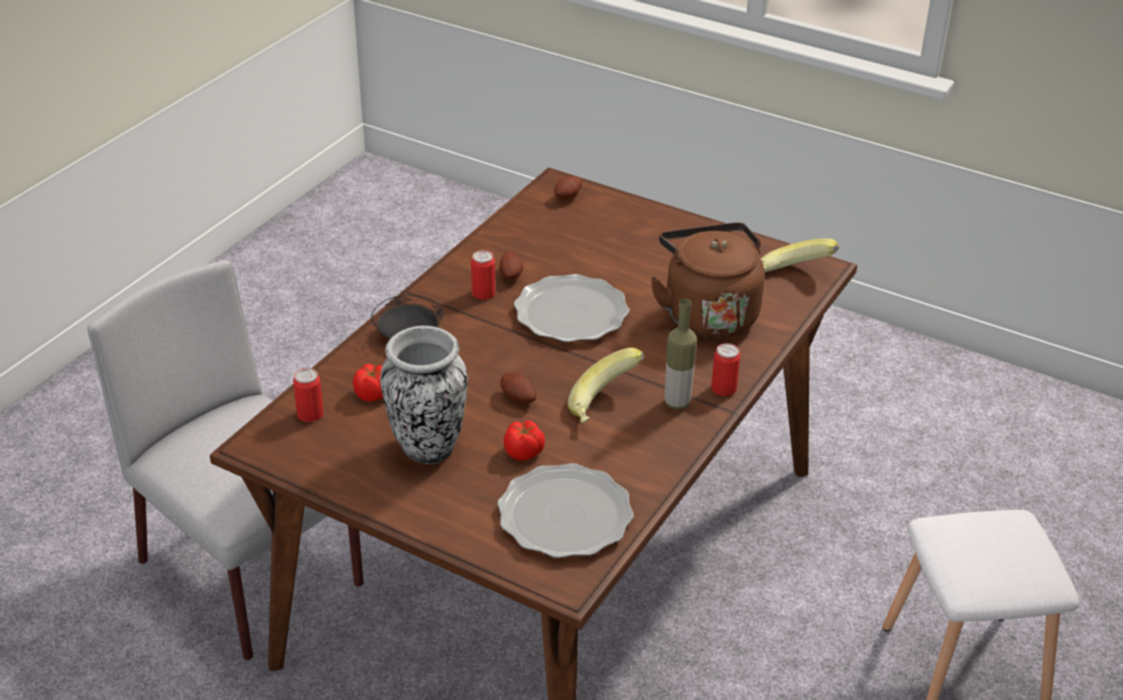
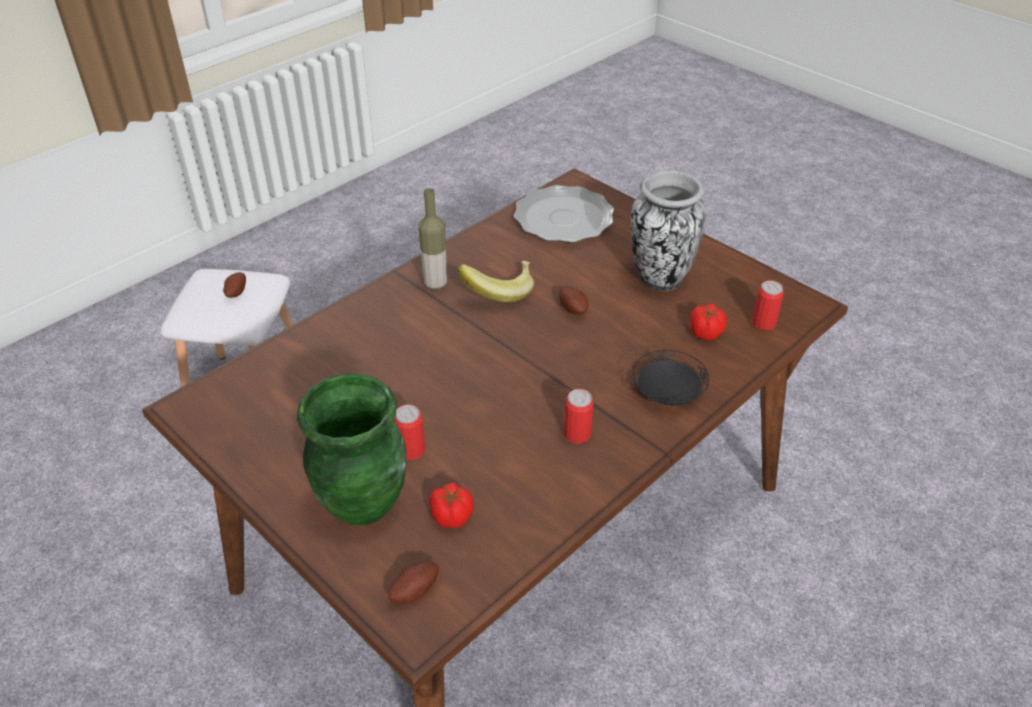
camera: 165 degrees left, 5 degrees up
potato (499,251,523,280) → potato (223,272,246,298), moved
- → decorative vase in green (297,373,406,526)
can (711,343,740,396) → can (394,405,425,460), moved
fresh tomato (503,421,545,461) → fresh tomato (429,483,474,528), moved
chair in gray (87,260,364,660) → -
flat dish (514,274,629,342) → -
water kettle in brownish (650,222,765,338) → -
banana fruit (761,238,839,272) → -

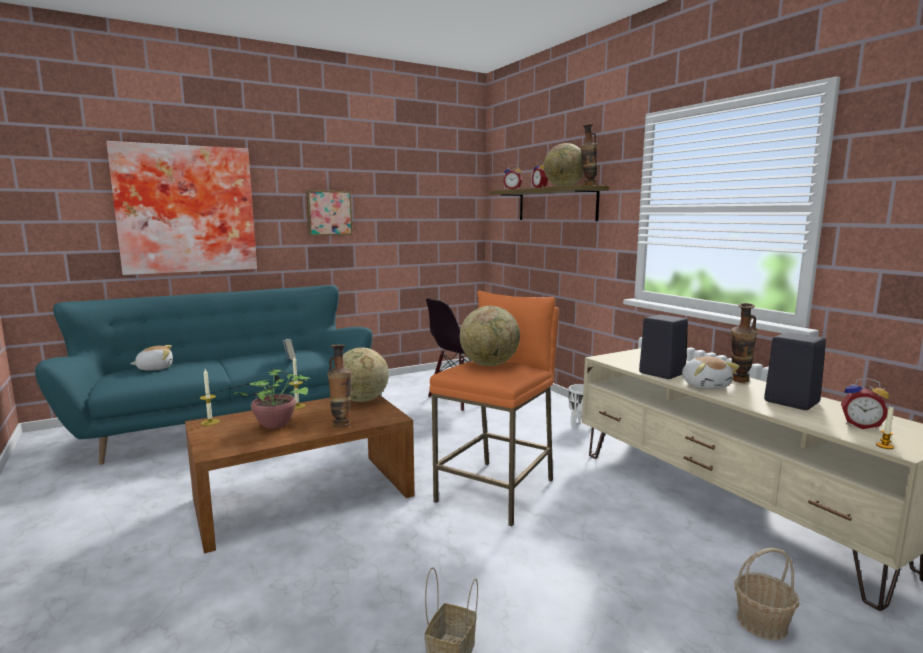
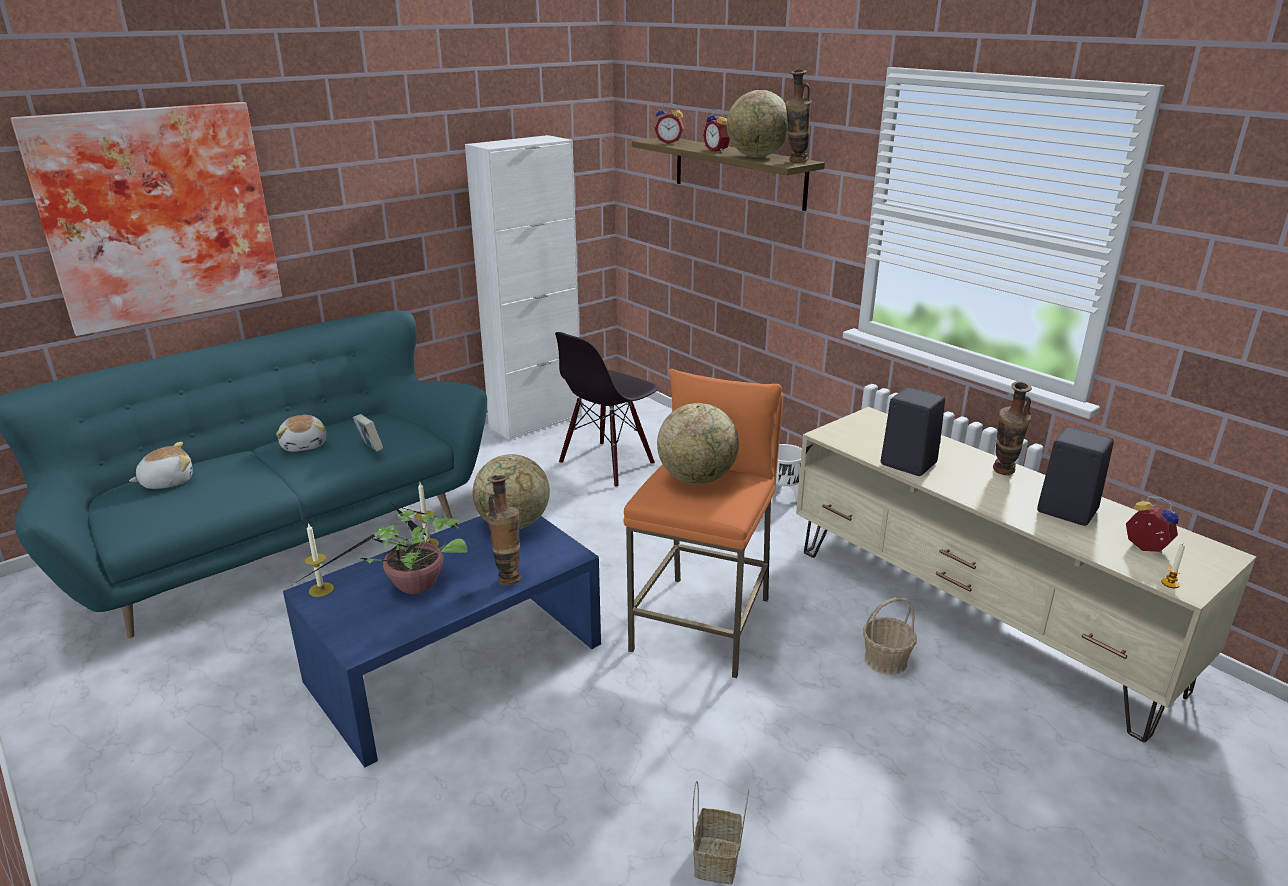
camera: 10 degrees left, 15 degrees up
plush toy (682,357,739,389) → plush toy (276,415,326,452), moved
lounge table in brownish (185,395,415,554) → lounge table in blue (283,516,601,767)
- → cabinet in white-coloured (465,135,582,441)
storage basket (735,547,799,640) → storage basket (863,597,917,675), moved
alarm clock (841,378,889,429) → alarm clock (1126,496,1179,554), 150 degrees counterclockwise
wall picture (306,190,352,236) → -

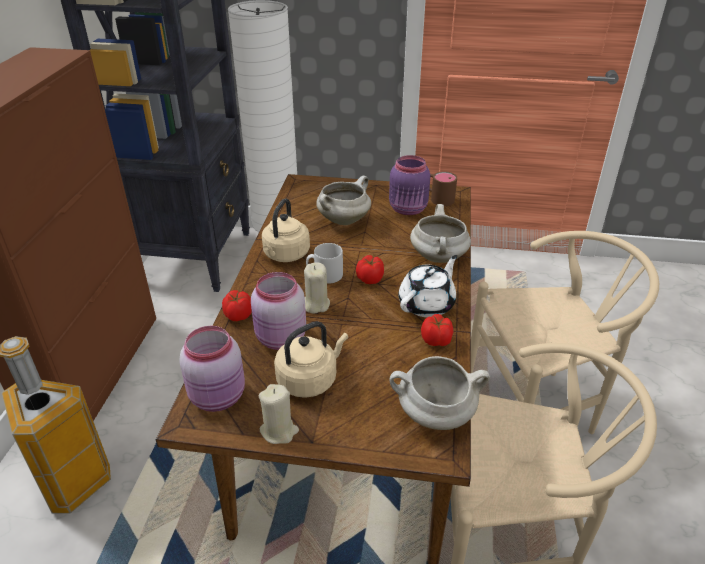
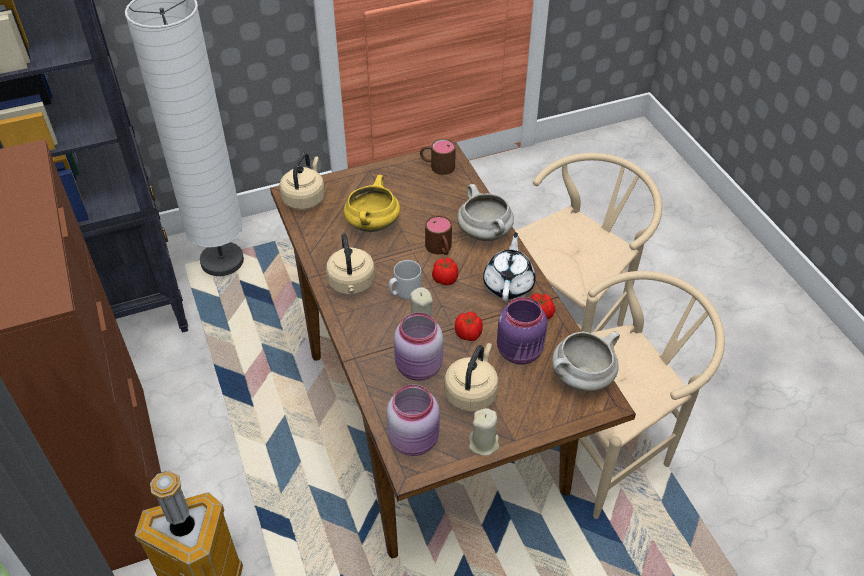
camera: 30 degrees left, 10 degrees up
- → water kettle in beige (280,153,325,210)
stockpot in white-coloured (316,175,371,225) → stockpot in yellow-coloured (344,175,400,232)
- → mug in brownish (425,215,452,255)
fresh tomato (222,290,252,321) → fresh tomato (455,312,483,341), moved
jar in purple (389,155,430,215) → jar in purple (497,297,547,364), moved

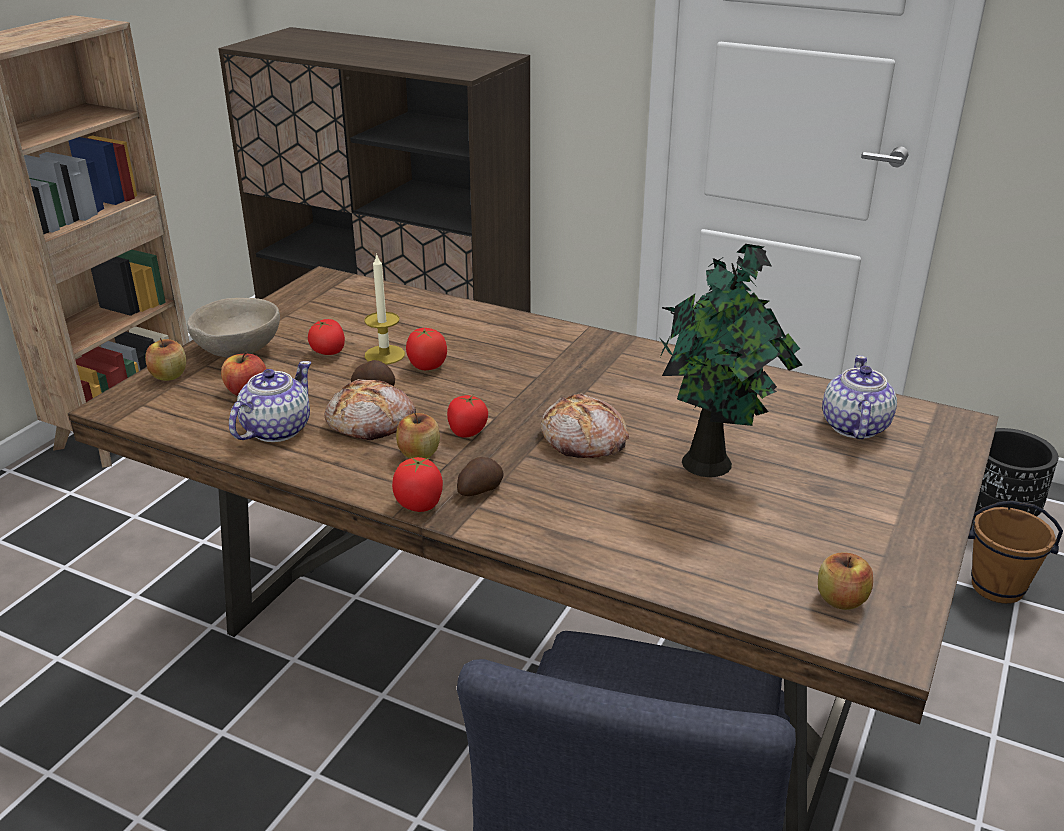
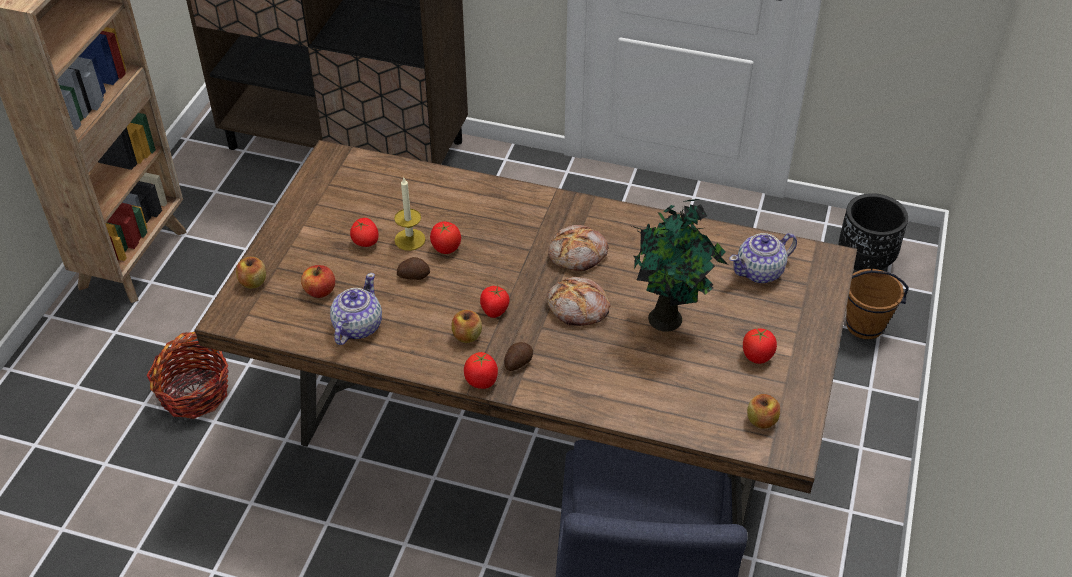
camera: 10 degrees left, 15 degrees up
- → storage basket (147,332,229,419)
baked bread (324,379,416,441) → baked bread (548,225,609,271), moved
pot for tea (822,355,897,439) → pot for tea (729,233,797,283), 120 degrees counterclockwise
- → fresh tomato (743,328,777,364)
deep dish in beige (187,298,280,358) → -

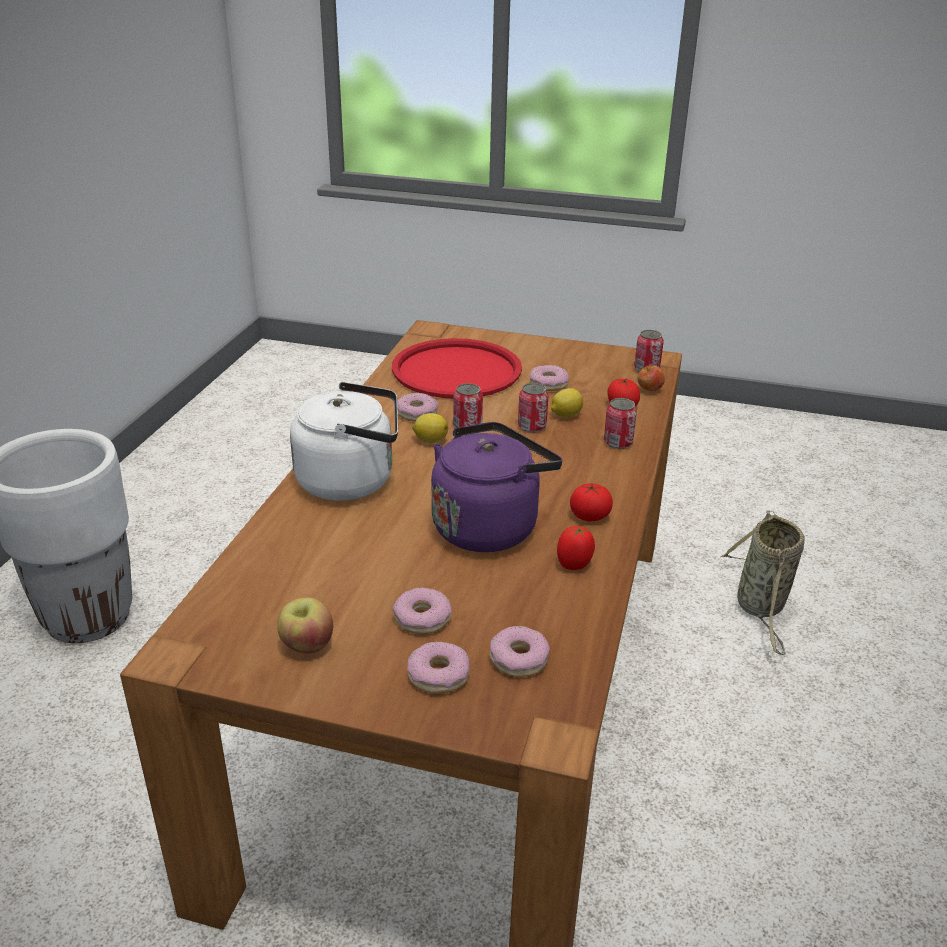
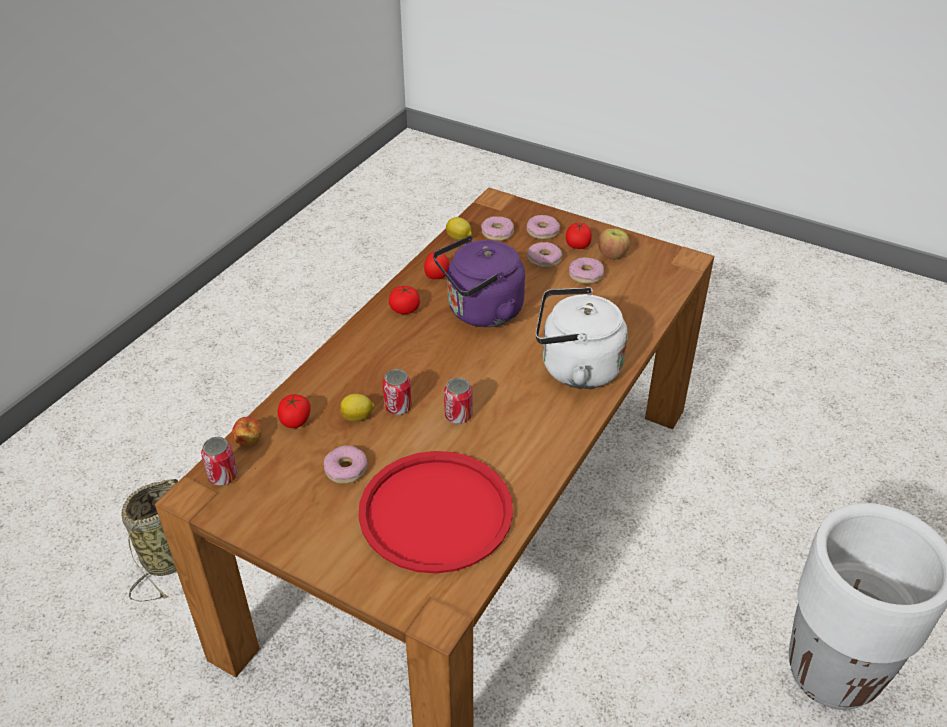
camera: 165 degrees left, 10 degrees up
lemon (412,413,448,443) → lemon (446,217,472,241), moved
- → fresh tomato (566,223,592,249)
ring doughnut (397,393,439,421) → ring doughnut (569,257,604,284), moved
can (604,398,637,449) → -

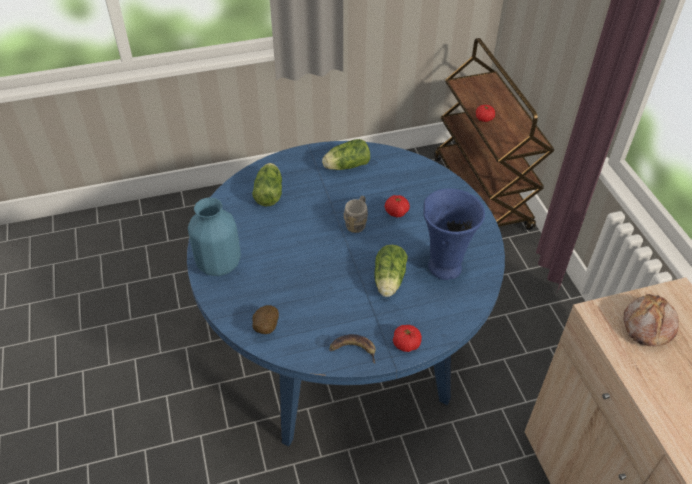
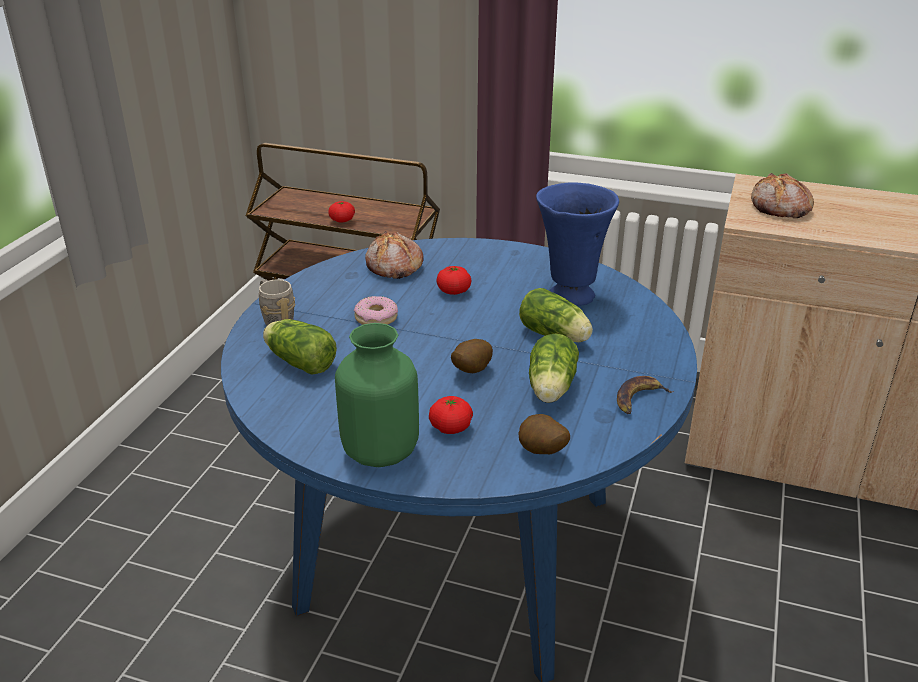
camera: 55 degrees left, 15 degrees down
mug in gray (344,196,368,233) → mug in gray (259,279,295,326), moved
decorative vase in blue (188,197,241,276) → decorative vase in green (335,323,419,467)
- → ring doughnut (354,296,398,325)
- → baked bread (365,231,424,279)
fresh tomato (393,325,422,352) → fresh tomato (429,396,473,434), moved
- → potato (451,339,493,373)
lettuce (322,139,370,170) → lettuce (529,334,579,403), moved

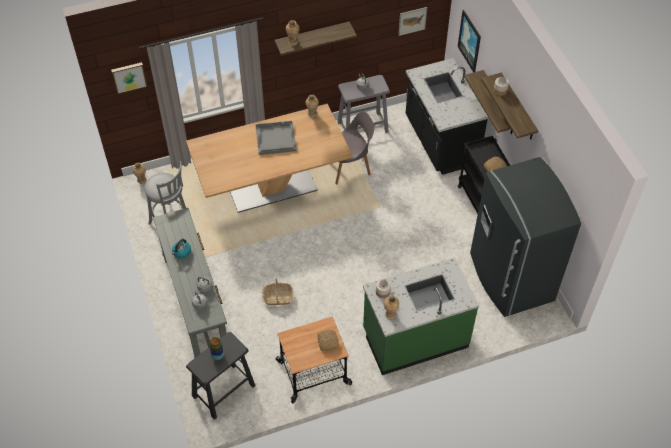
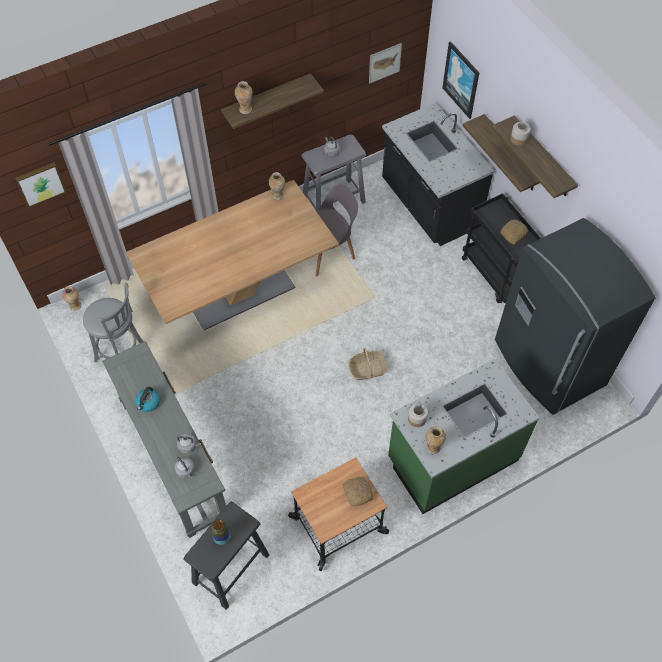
camera: 10 degrees left, 5 degrees up
storage basket (262,278,294,305) → storage basket (348,348,388,380), moved
serving tray in gray (255,121,297,155) → -

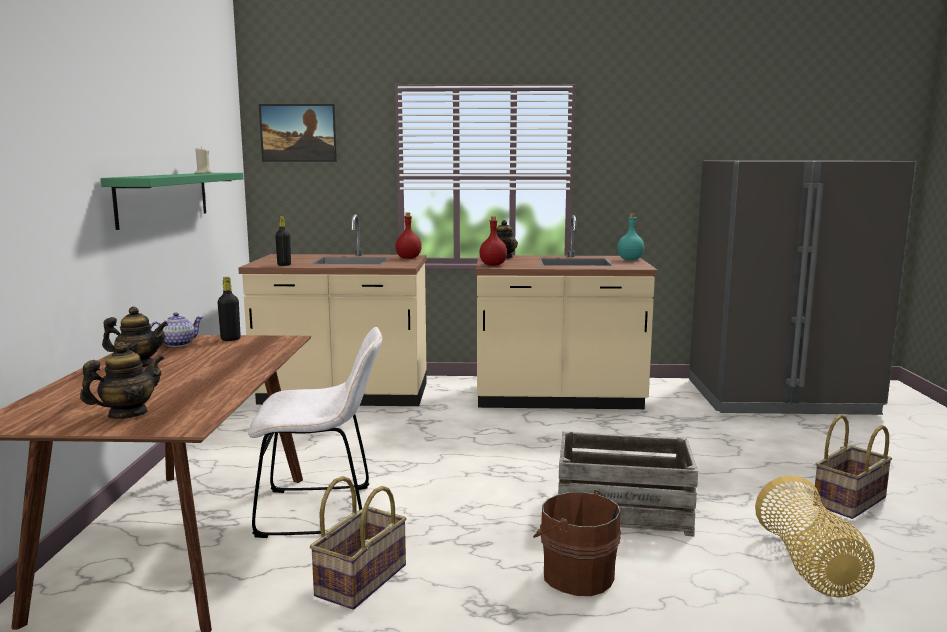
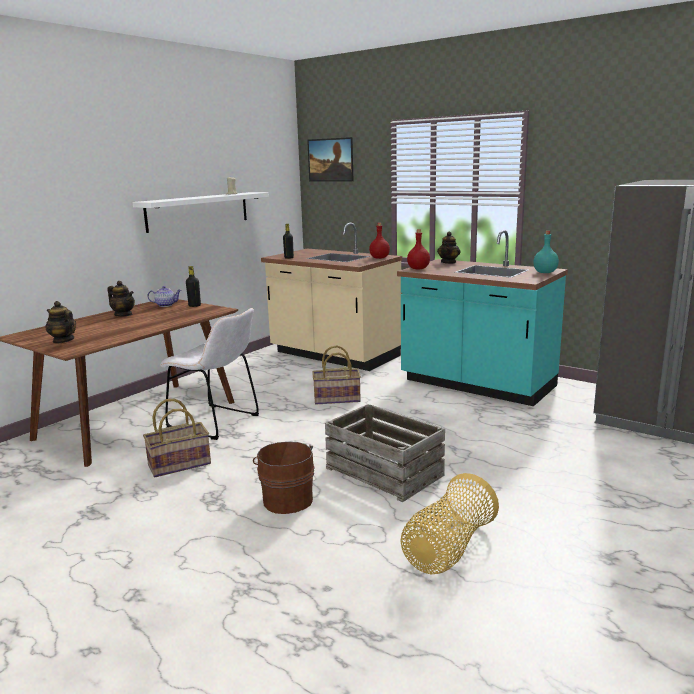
camera: 35 degrees right, 5 degrees up
pot for tea (80,342,164,419) → pot for tea (45,301,76,343), 135 degrees counterclockwise
wall shelf in green (101,173,244,230) → wall shelf in white-coloured (132,192,269,233)
storage basket (813,415,892,519) → storage basket (312,345,361,404), moved
kitchen counter in beige (476,215,658,409) → kitchen counter in blue-green (397,230,568,406)

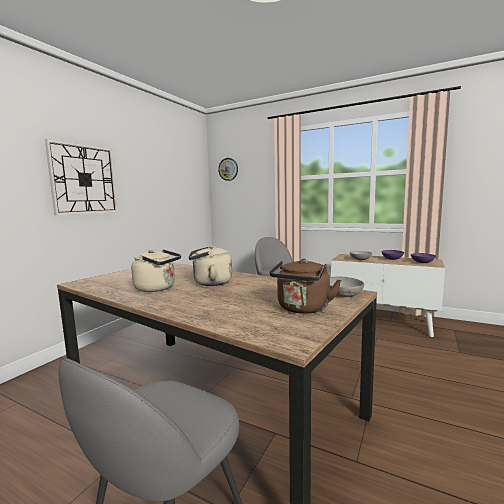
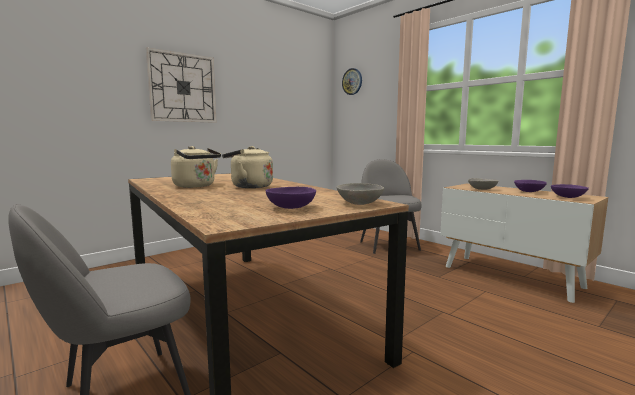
camera: 20 degrees right, 0 degrees up
water kettle in brownish (269,258,341,314) → deep dish in purple (266,187,316,209)

